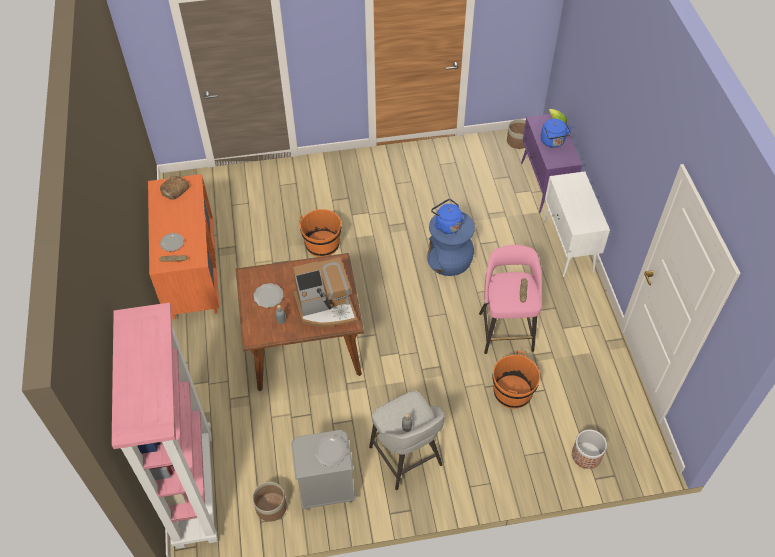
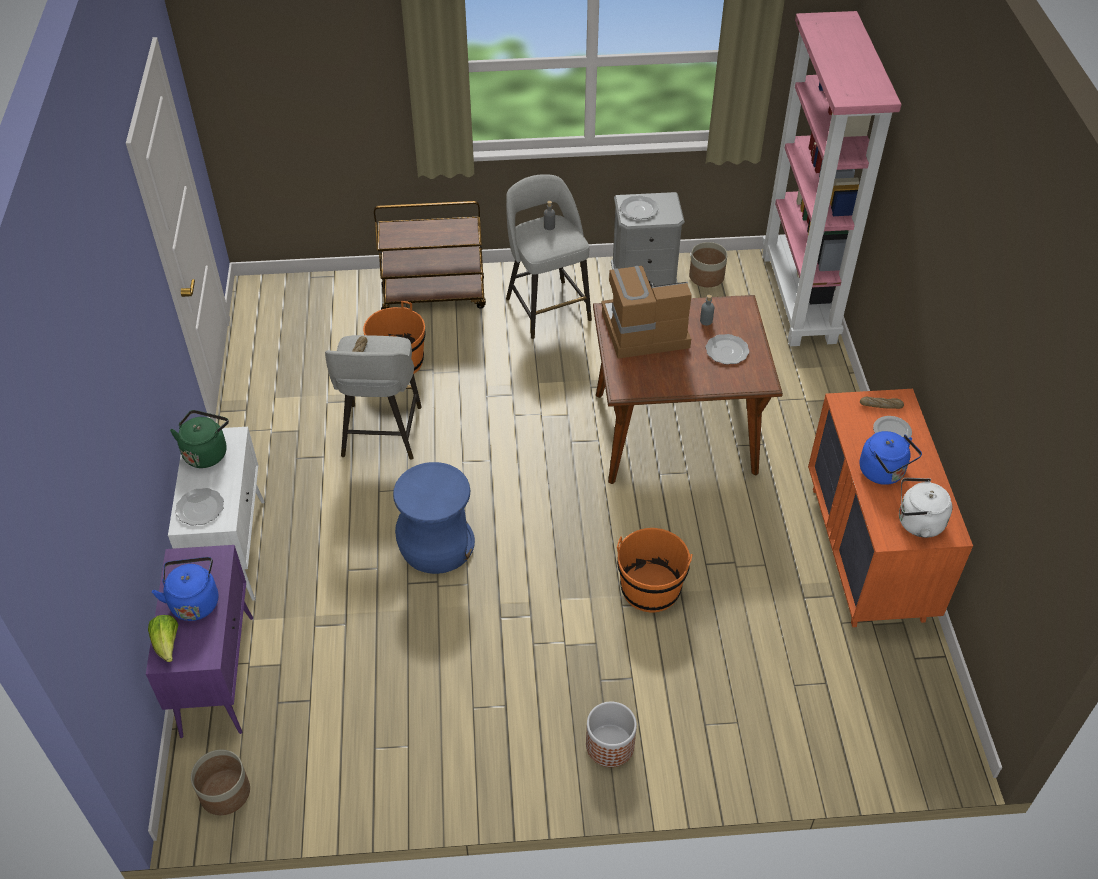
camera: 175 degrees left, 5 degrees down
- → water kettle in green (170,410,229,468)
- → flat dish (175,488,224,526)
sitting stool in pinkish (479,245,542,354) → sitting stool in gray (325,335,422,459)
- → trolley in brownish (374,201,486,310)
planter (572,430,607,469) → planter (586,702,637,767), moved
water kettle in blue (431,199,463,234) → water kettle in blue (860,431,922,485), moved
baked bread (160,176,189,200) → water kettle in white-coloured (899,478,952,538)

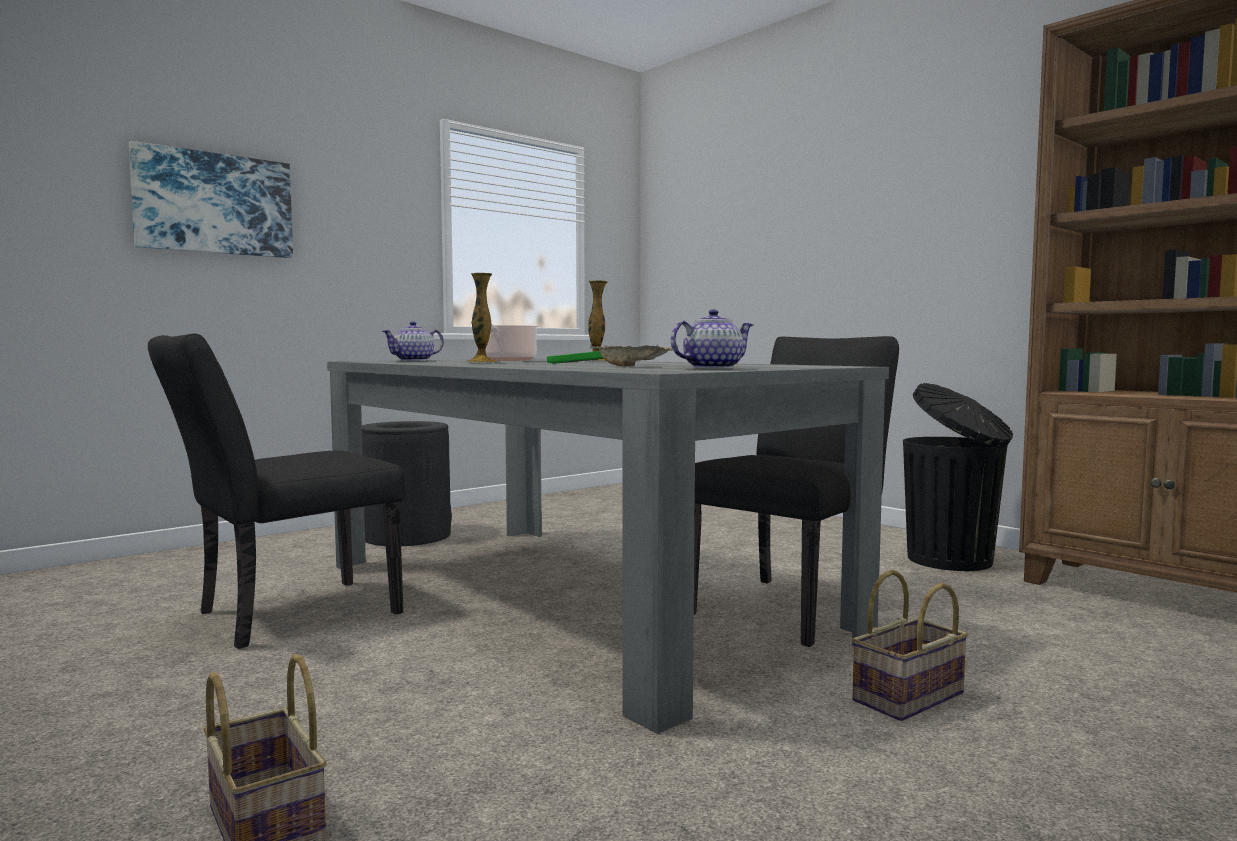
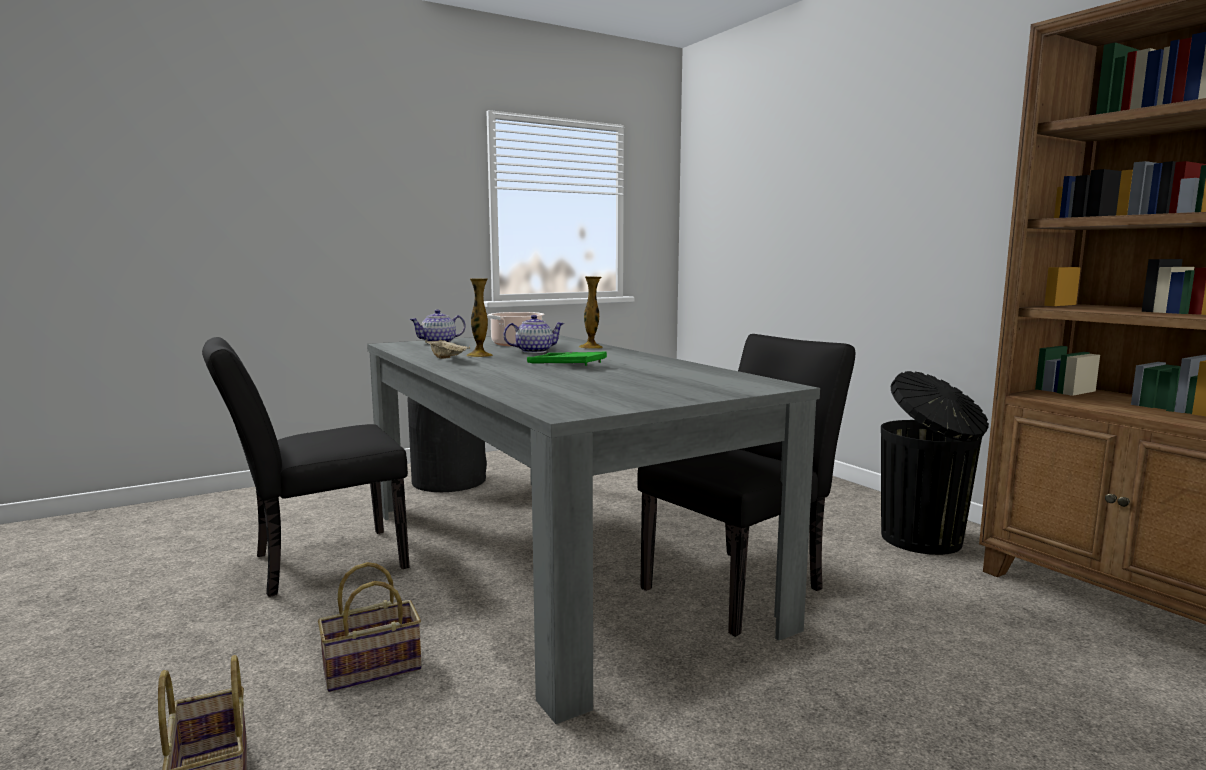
camera: 10 degrees right, 5 degrees up
storage basket (852,570,968,721) → storage basket (318,562,422,692), moved
serving tray in beige (590,343,678,367) → serving tray in beige (425,339,470,359), moved
pot for tea (671,309,753,369) → pot for tea (503,315,565,353), moved
wall picture (129,141,293,258) → -

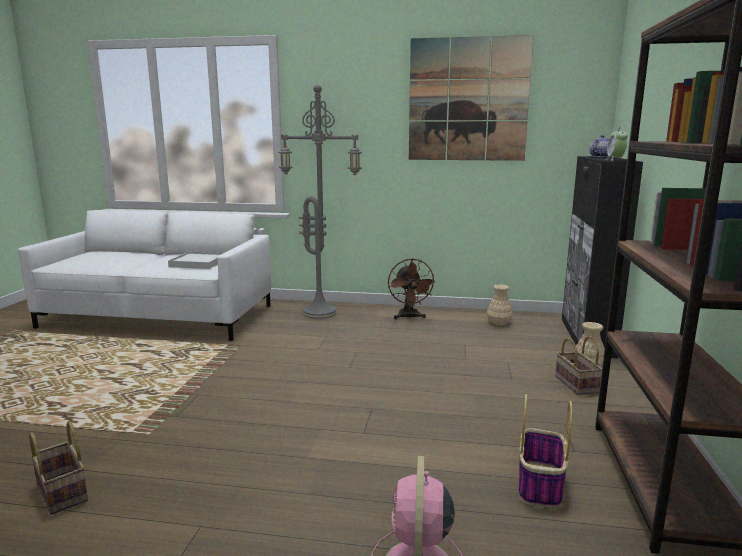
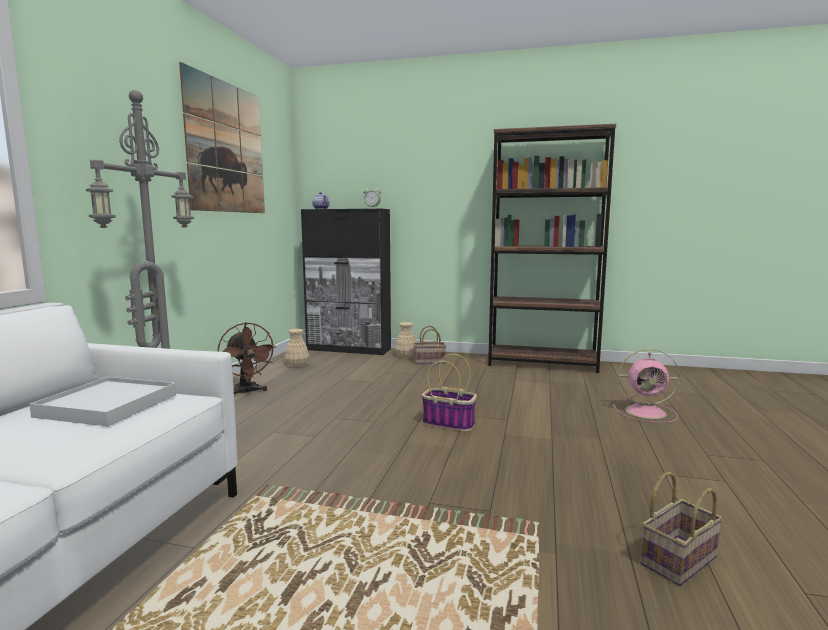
camera: 85 degrees left, 5 degrees down
fan in brownish (388,258,436,319) → fan in brownish (218,322,276,394), 60 degrees clockwise
storage basket (519,394,572,508) → storage basket (422,354,477,432), moved

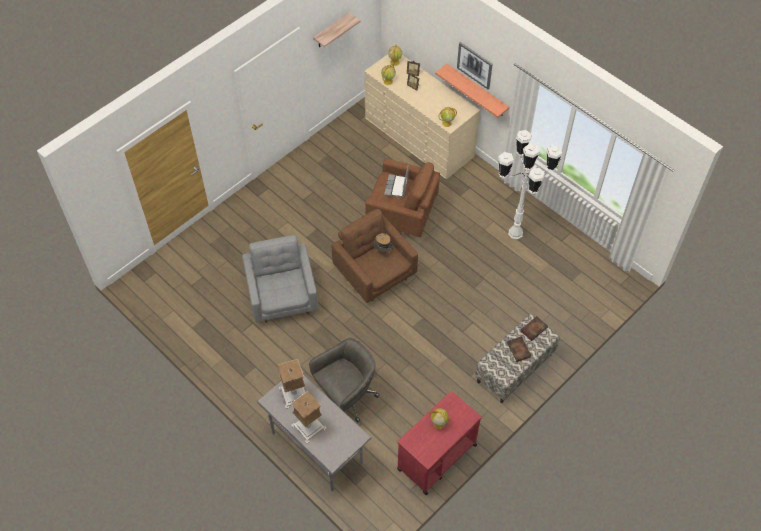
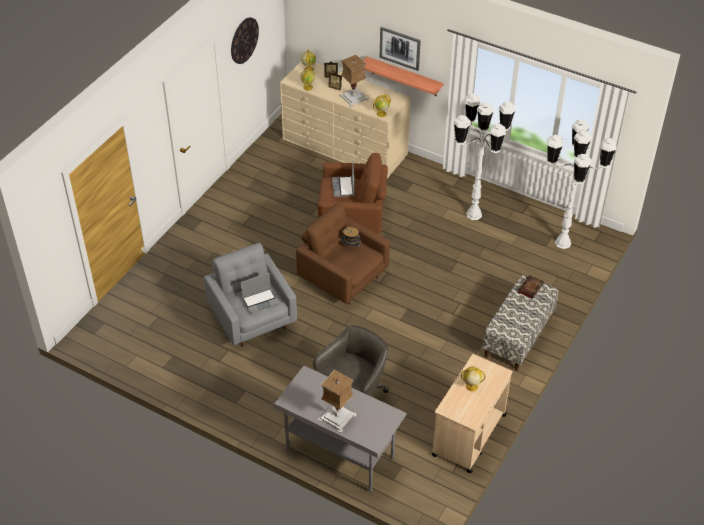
camera: 15 degrees left, 10 degrees down
wall shelf (313,12,361,47) → wall clock (231,17,259,64)
- → notebook computer (241,273,279,314)
lamp for a table (278,359,305,409) → lamp for a table (338,55,369,107), moved
trolley in red (397,391,482,495) → trolley in beige (432,354,513,473)
- → floor lamp in white-coloured (547,119,617,249)
volume (507,336,532,362) → -

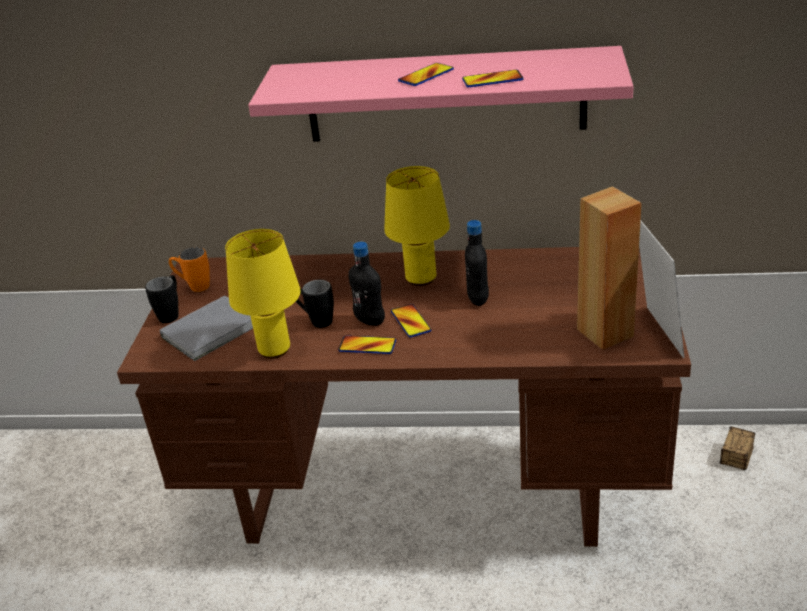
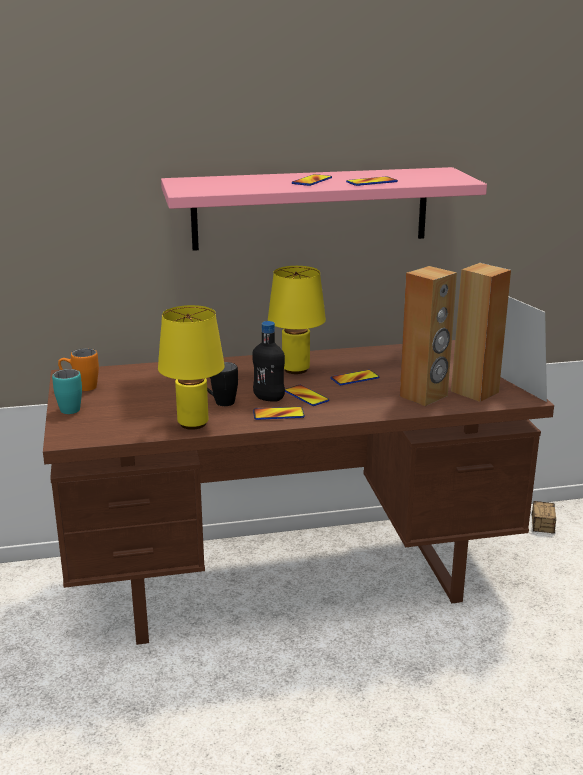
camera: 20 degrees left, 10 degrees down
mug in blackish (145,275,178,323) → mug in blue-green (52,369,82,414)
drink bottle in blackish (465,220,489,306) → handset (331,370,379,385)
- → audio speaker in brownish (400,266,457,406)
volume in gray (160,295,253,361) → -

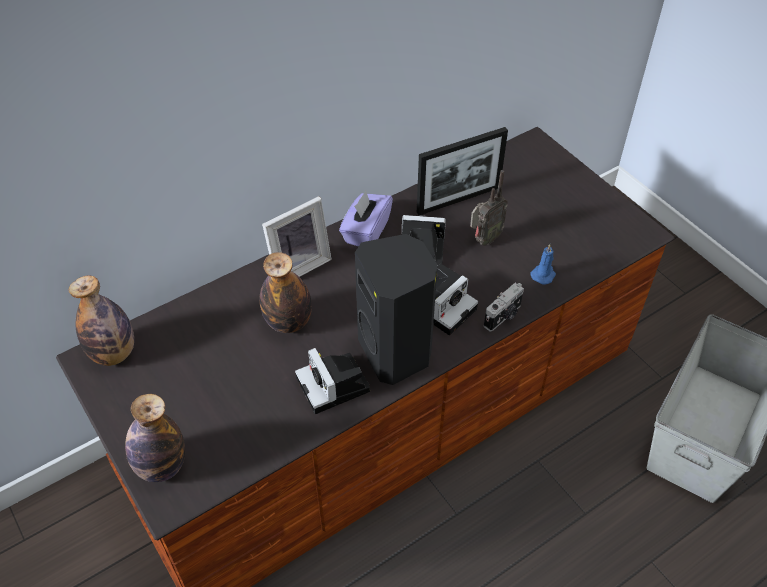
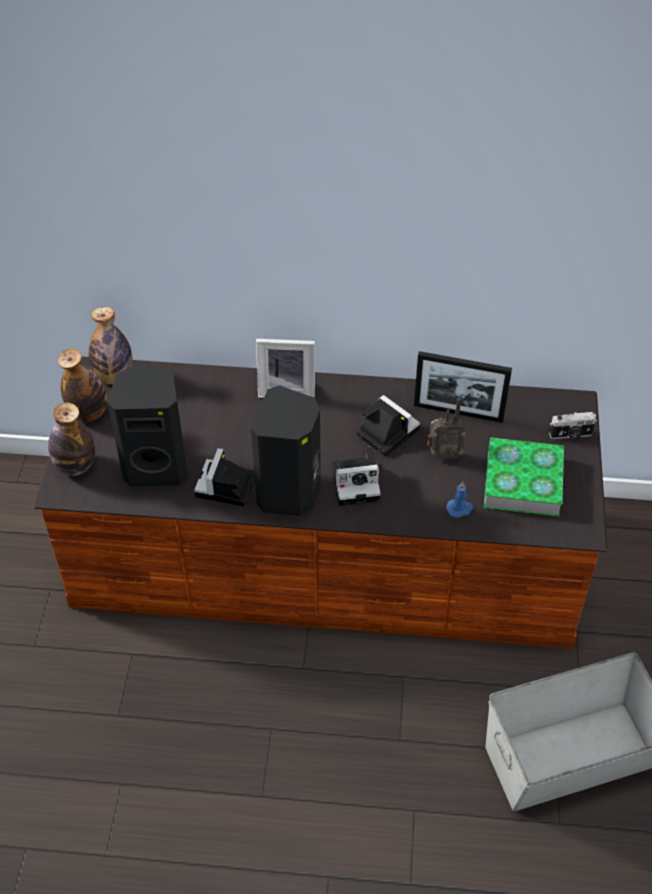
camera: 40 degrees right, 0 degrees up
drink bottle (260,252,312,333) → drink bottle (58,348,107,422), moved
- → audio speaker in blackish (107,366,188,486)
- → volume (484,437,564,517)
still camera (484,283,524,332) → still camera (549,412,597,439), moved
tissue box in purple (339,191,393,247) → -

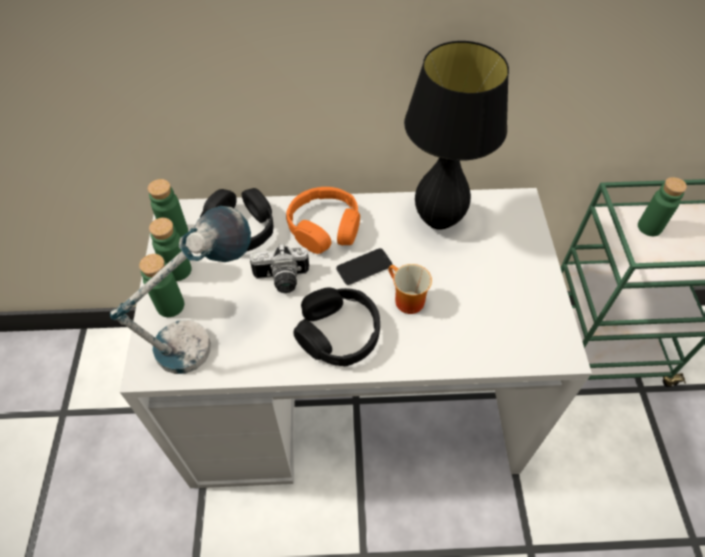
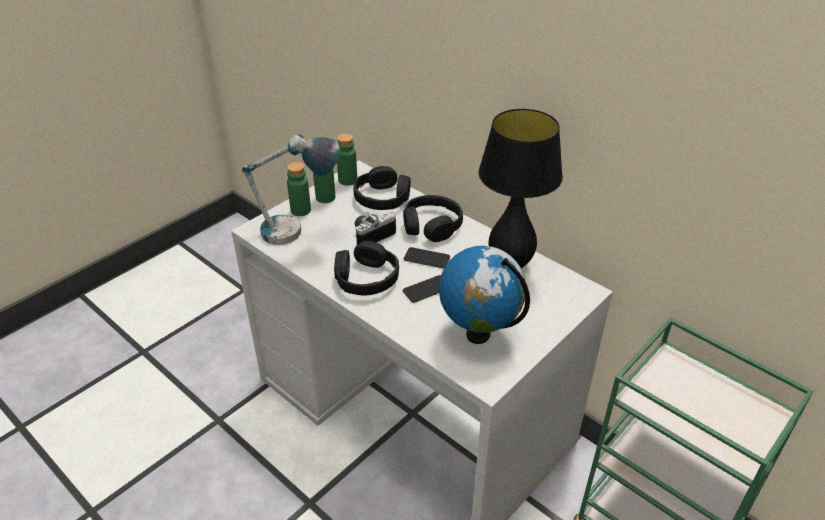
camera: 45 degrees right, 15 degrees down
still camera (250,243,309,293) → still camera (355,212,396,245), 105 degrees clockwise
headset in orange (286,187,360,254) → headset in blackish (403,195,463,242)
mug (388,264,432,314) → handset (403,275,441,303)
- → desk globe (439,246,530,344)
drink bottle in green (638,177,687,236) → -

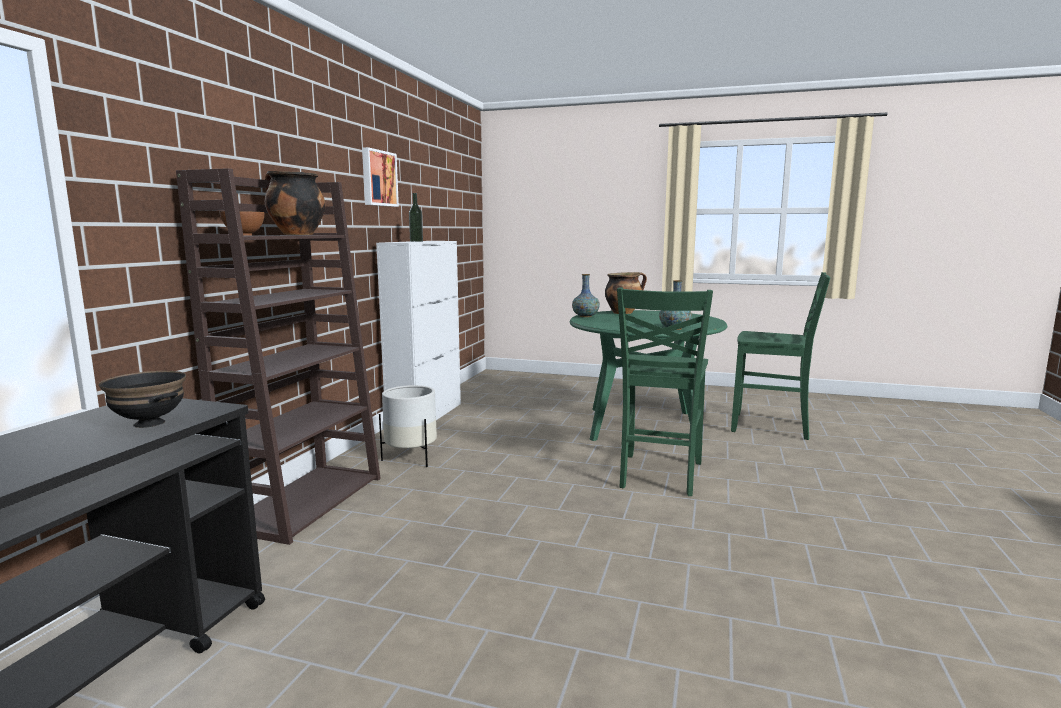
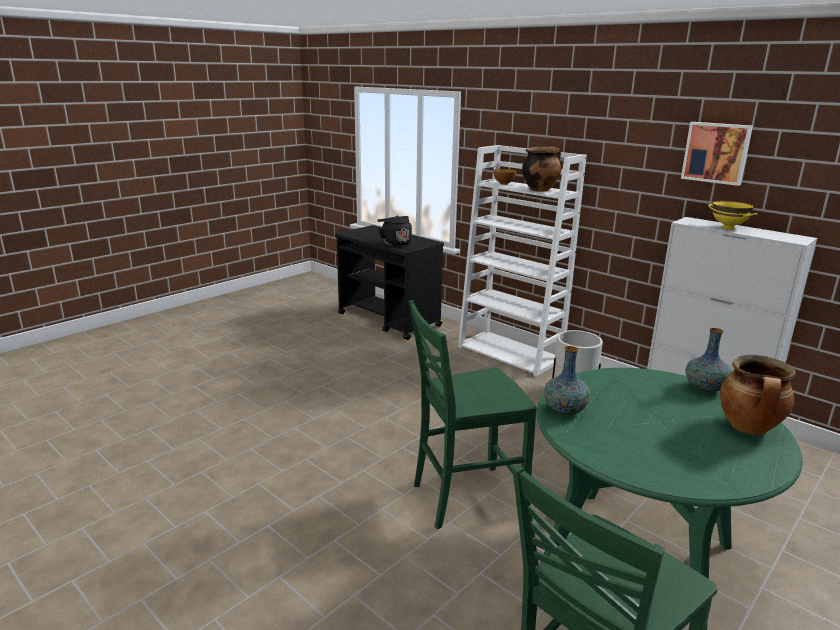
camera: 115 degrees right, 10 degrees up
deep dish in blackish (99,371,186,428) → water kettle in blackish (377,215,412,246)
chair in green (617,288,713,496) → chair in green (409,300,537,529), 60 degrees counterclockwise
shelving unit in brownish (176,168,381,545) → shelving unit in white-coloured (458,145,587,377)
drink bottle (409,193,423,242) → deep dish in yellow-coloured (708,201,758,229)

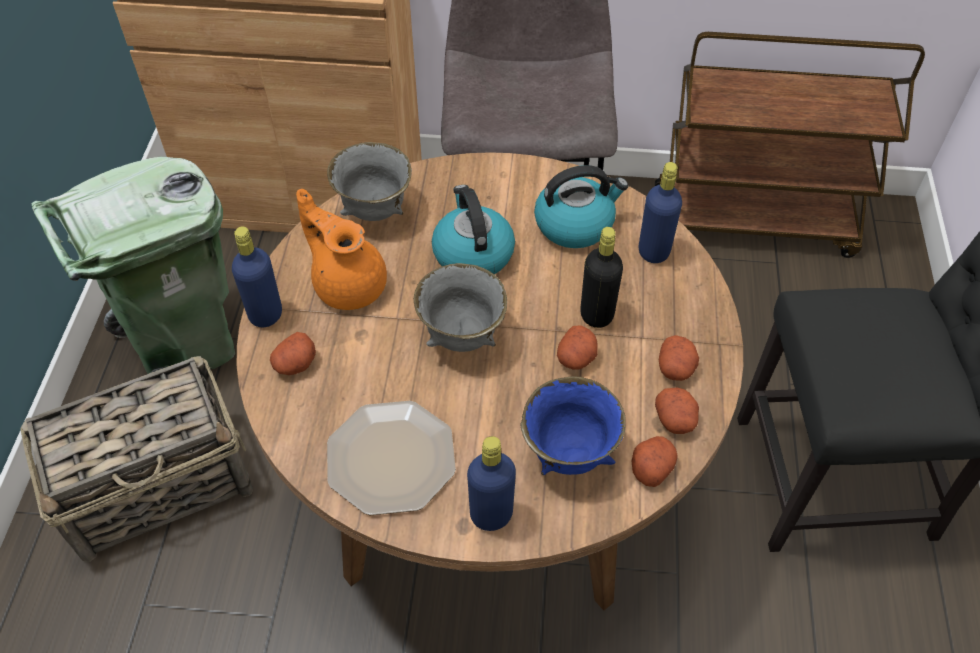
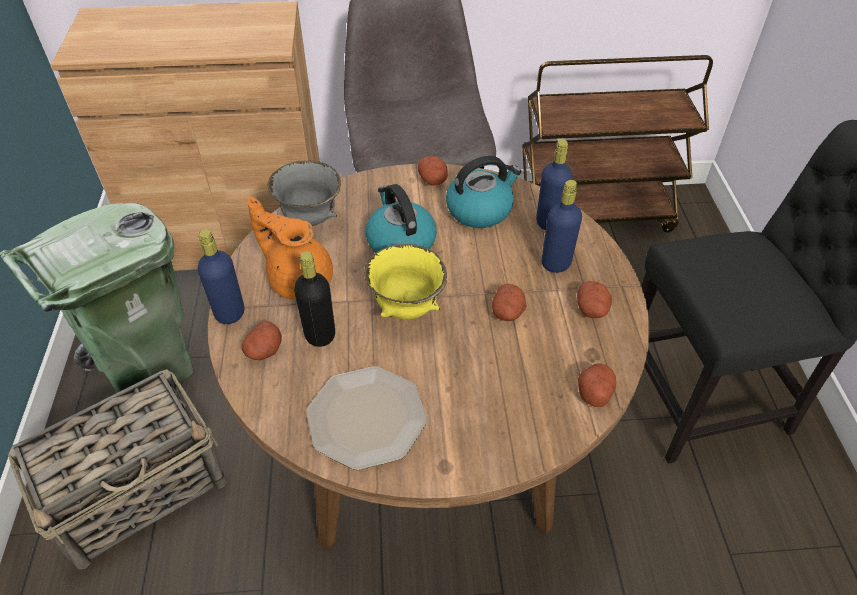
camera: 10 degrees left, 5 degrees down
drink bottle in blackish (580,227,623,328) → drink bottle in blackish (294,251,335,347), moved
deep dish in gray (414,263,507,352) → deep dish in yellow-coloured (364,244,447,319)
potato (655,387,699,434) → potato (418,156,448,185), moved
drink bottle in blue (467,436,516,531) → drink bottle in blue (542,180,582,273), moved
deep dish in blue (520,376,626,475) → -

